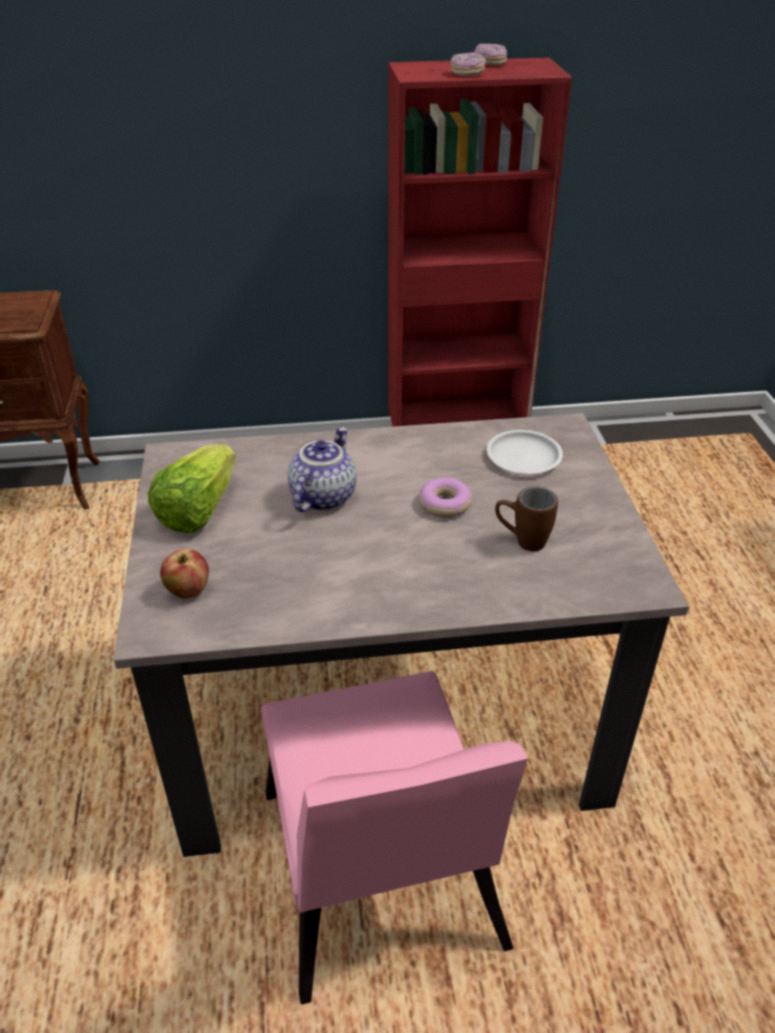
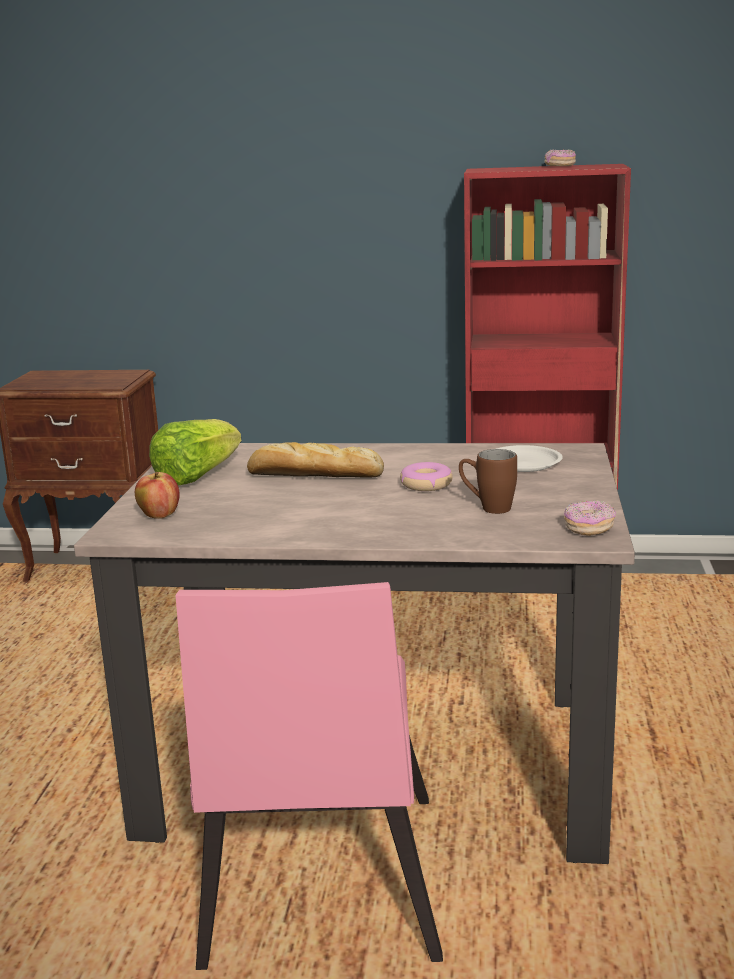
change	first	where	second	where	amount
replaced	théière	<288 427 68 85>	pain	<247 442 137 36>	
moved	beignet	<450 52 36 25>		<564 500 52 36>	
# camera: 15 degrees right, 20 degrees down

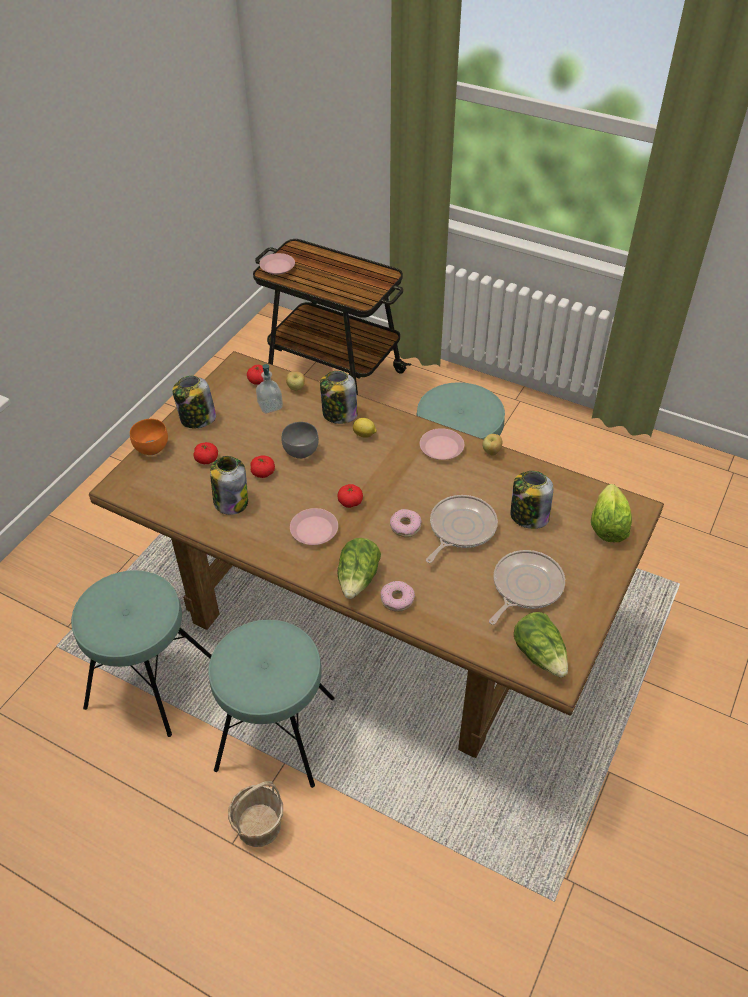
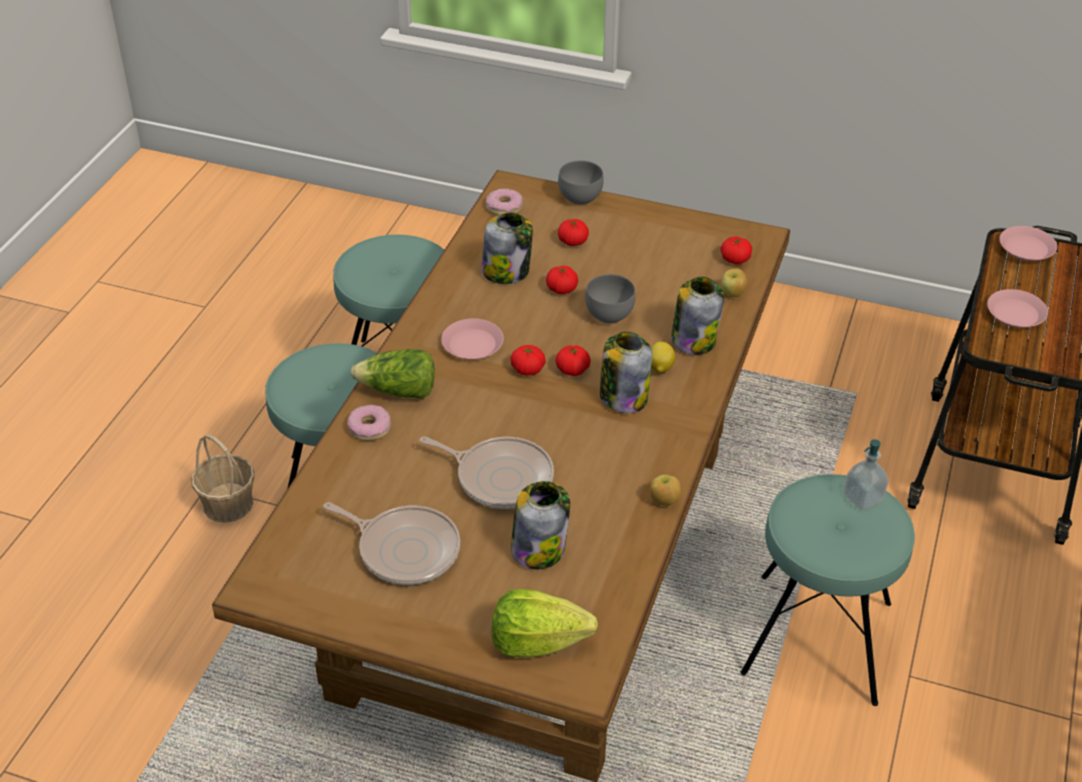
change	first	where	second	where	amount
recoloured	bol [orange]	<130 419 38 36>	bol [gris]	<558 160 46 45>	
moved	bocal	<172 376 44 52>		<600 332 52 81>	
moved	distributeur de savon	<256 364 27 49>		<844 439 45 71>	
moved	beignet	<390 509 32 28>		<486 189 37 26>	
moved	assiette [rose]	<420 428 44 32>		<987 289 61 39>	
removed	laitue	<514 612 54 65>			
added			tomate	<555 345 36 31>	
# camera: 80 degrees right, 5 degrees down

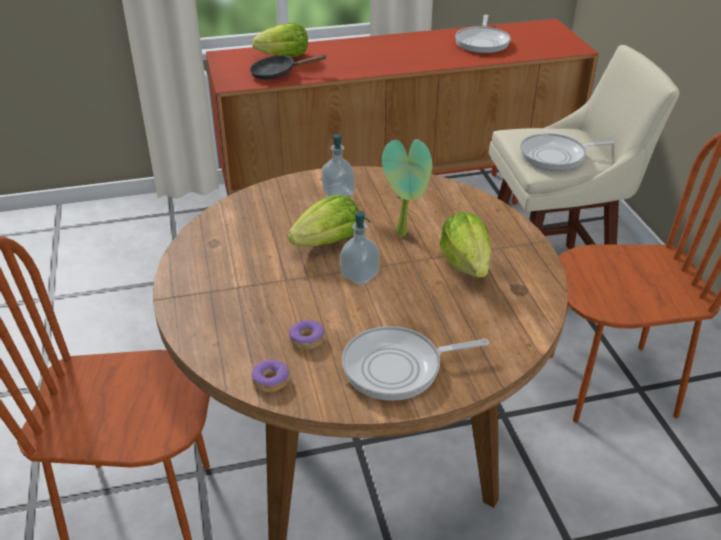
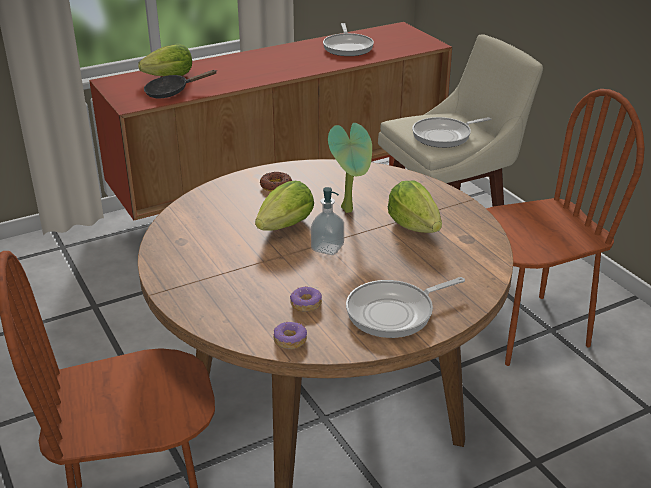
change	first	where	second	where	amount
replaced	distributeur de savon	<322 134 32 62>	beignet	<260 172 32 20>	
# camera: 15 degrees left, 5 degrees down

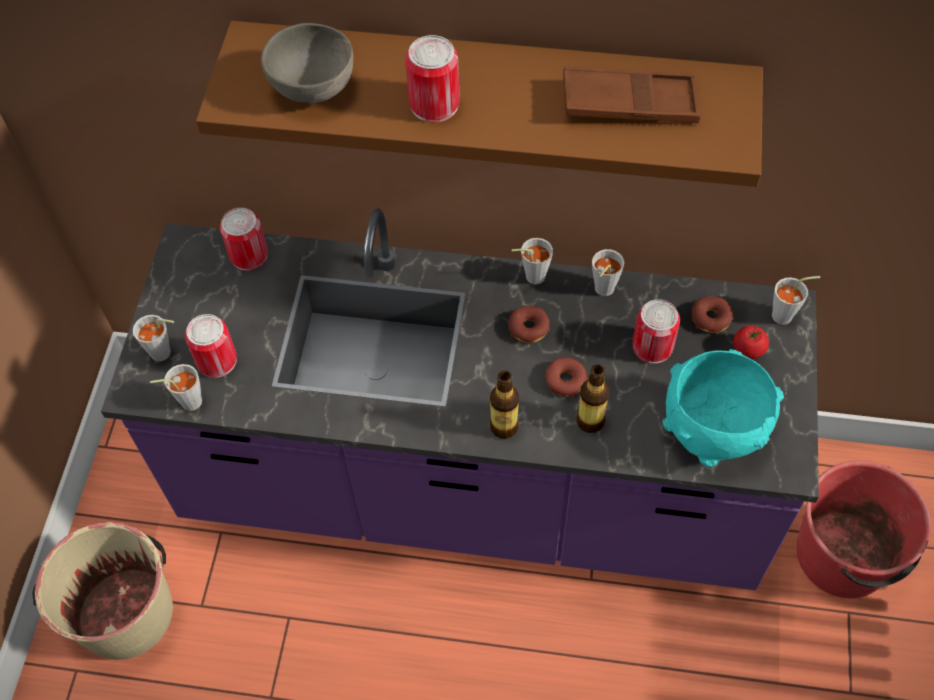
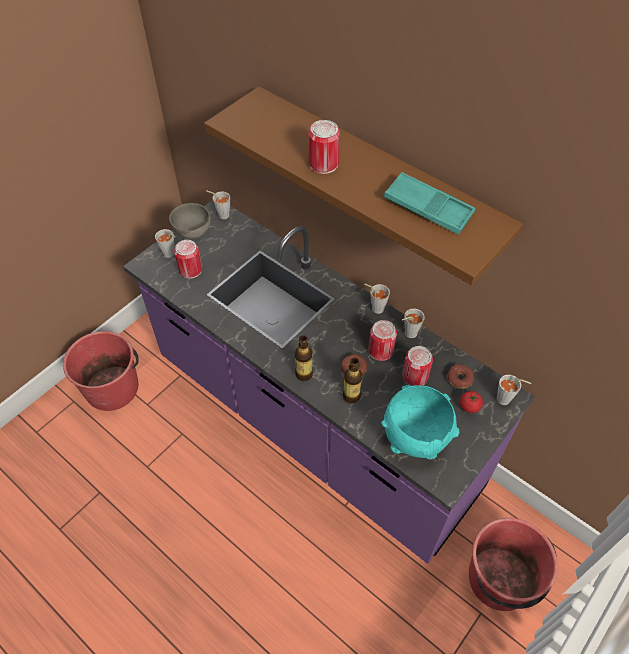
change	first	where	second	where	amount
recoloured	seau [beige]	<32 522 141 138>	seau [rouge]	<63 331 76 80>	
moved	tasse [gris]	<150 364 52 47>		<206 190 24 29>	
moved	boîte métallique	<220 208 48 62>		<369 320 28 41>	
moved	bol [gris]	<261 23 92 80>		<169 203 42 36>	
removed	beignet	<508 306 42 37>			
recoloured	plateau [marron]	<563 66 138 57>	plateau [turquoise]	<384 172 92 63>	
# camera: 30 degrees right, 5 degrees down

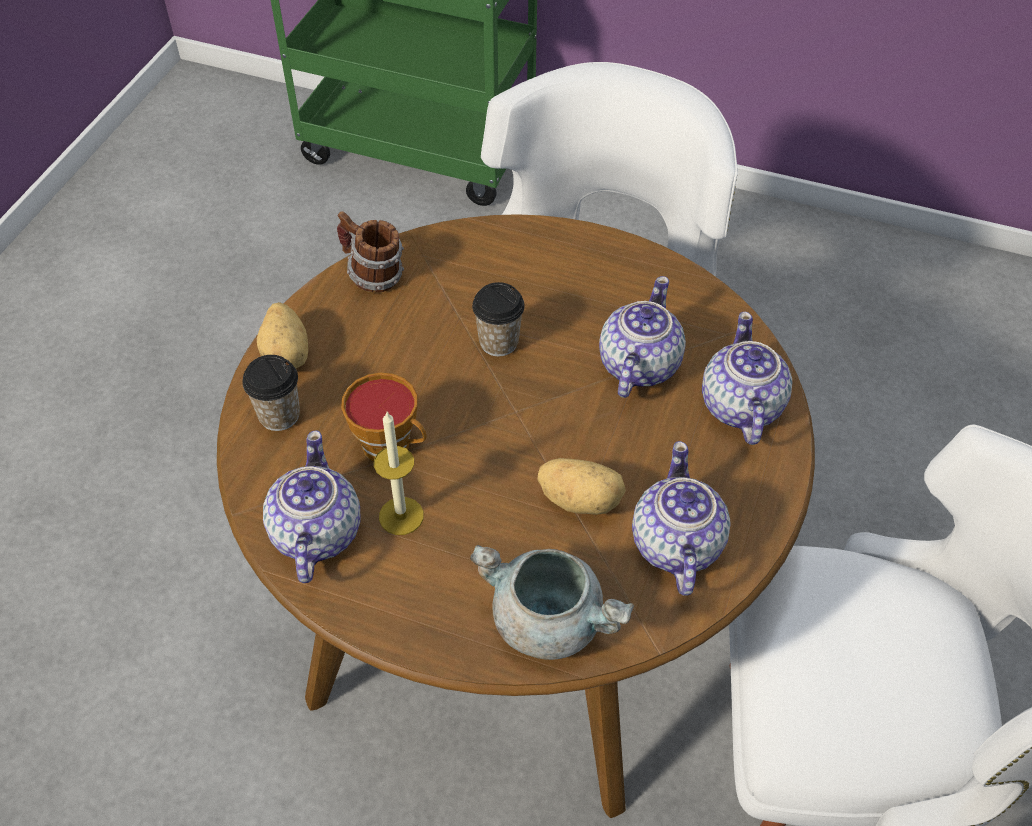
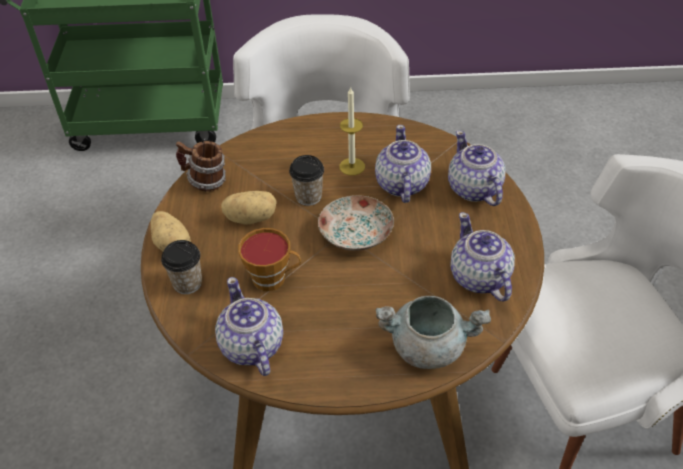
change	first	where	second	where	amount
moved	bougie	<374 412 50 123>		<339 87 26 89>	
moved	pomme de terre	<537 458 89 57>		<221 191 56 34>	
added			assiette	<318 195 76 56>	
# camera: 20 degrees left, 5 degrees down

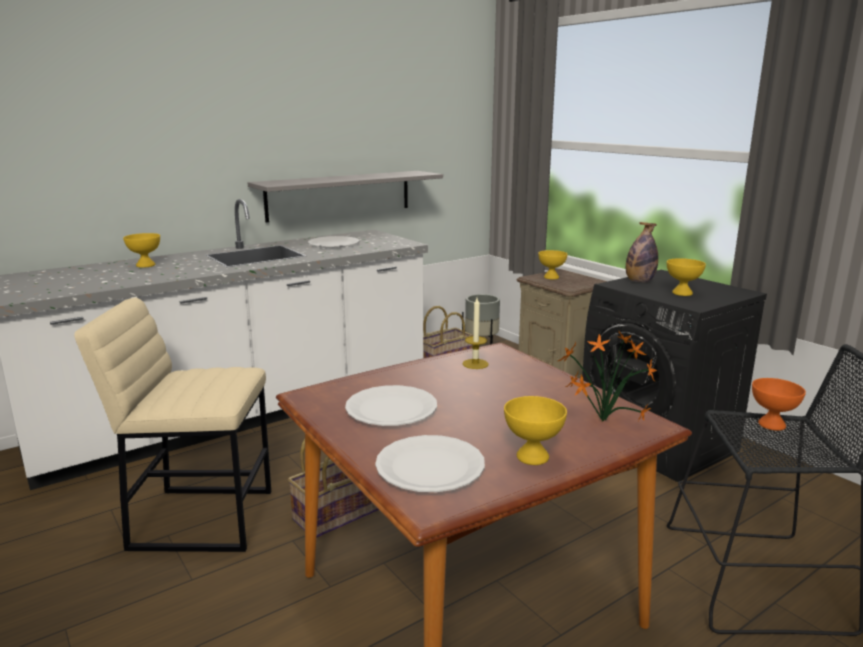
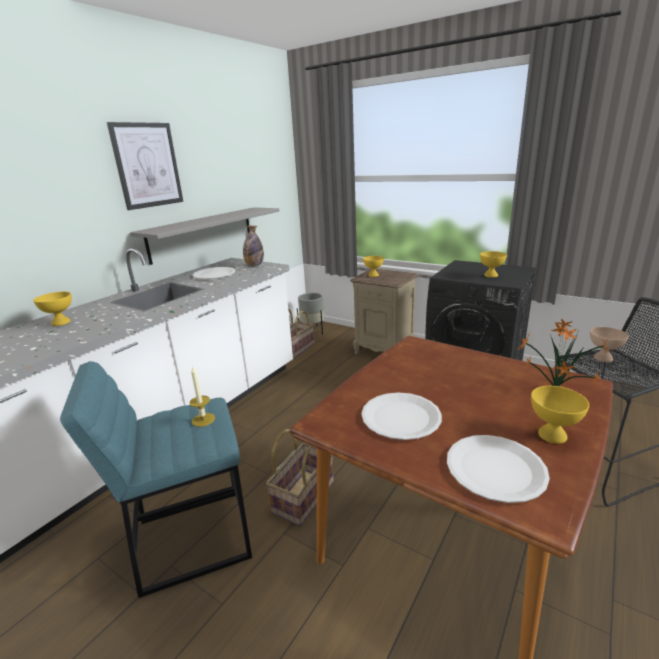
change	first	where	second	where	amount
recoloured	tabouret [beige]	<74 297 197 255>	tabouret [bleu]	<60 361 192 237>	
moved	bougie	<463 298 26 71>		<190 367 25 60>	
moved	bouteille	<626 222 32 60>		<243 226 21 40>	
recoloured	bol [orange]	<752 378 54 53>	bol [beige]	<590 327 39 35>	
added			tableau	<107 122 76 88>	
# camera: 20 degrees left, 5 degrees up

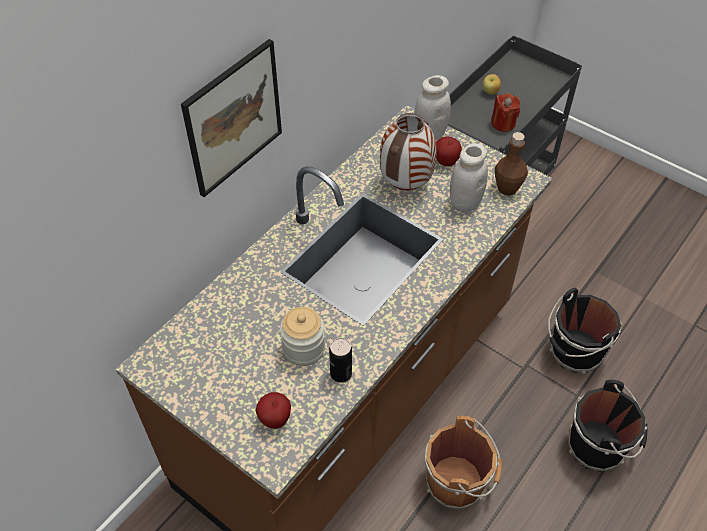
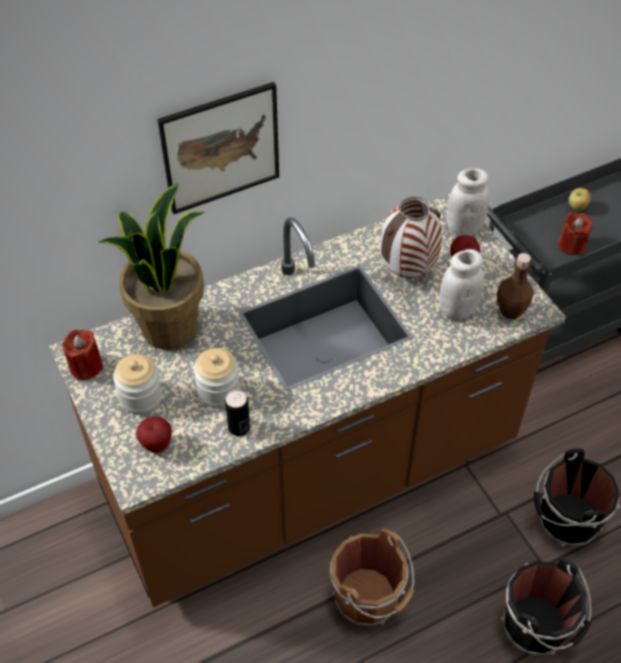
change	first	where	second	where	amount
added			bougie [rouge]	<62 330 41 51>	
added			plante en pot	<98 183 107 167>	
added			bocal	<113 354 49 60>	
# camera: 25 degrees right, 0 degrees up

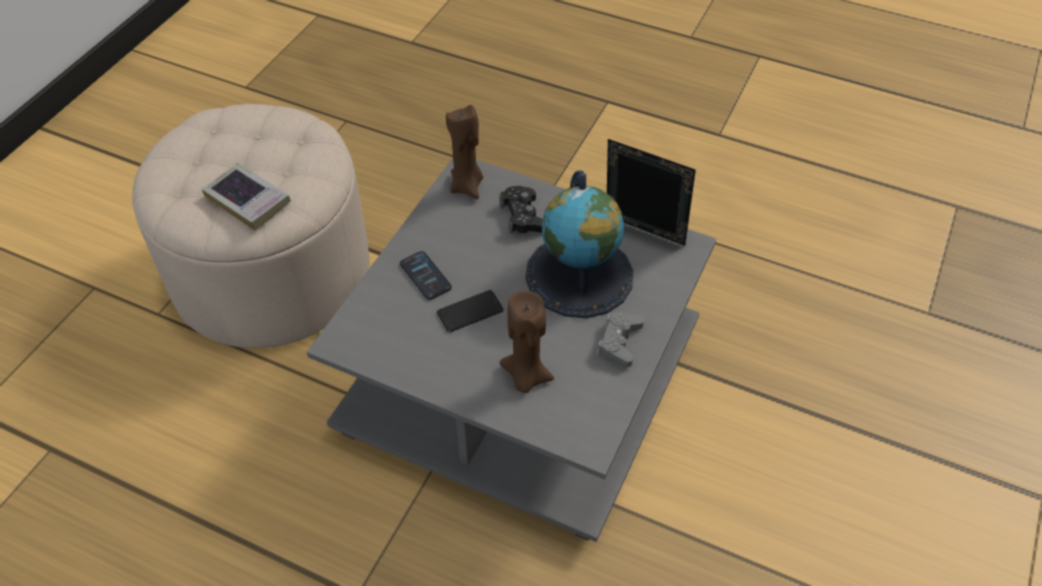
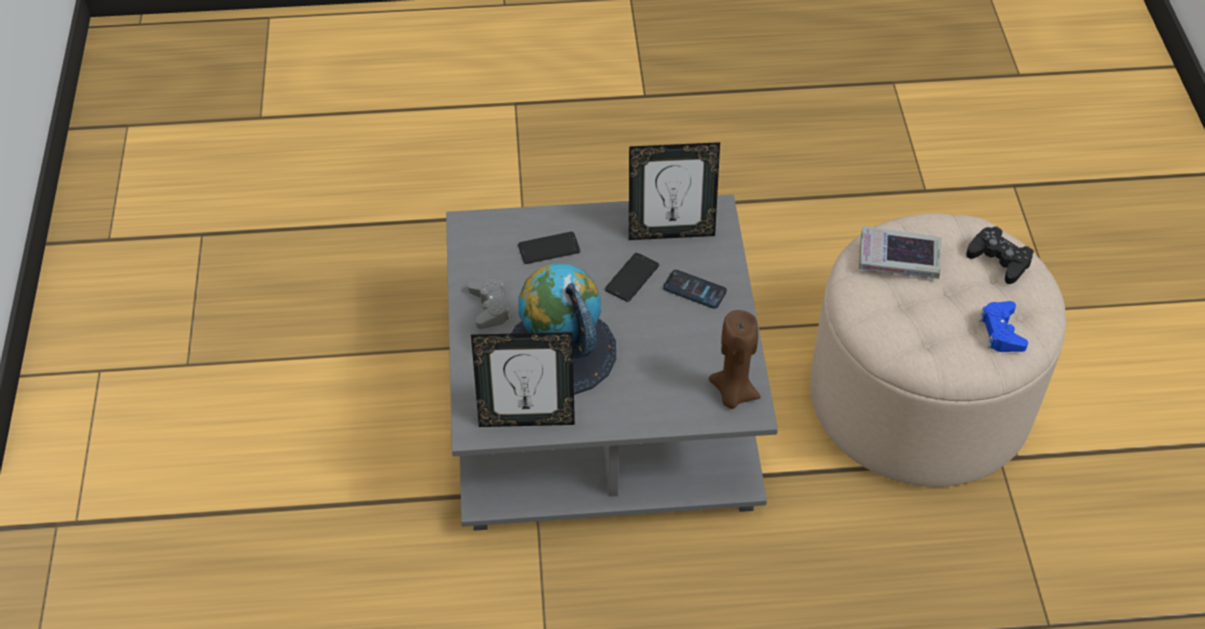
change	first	where	second	where	amount
moved	manette [noir]	<500 186 43 48>		<966 227 68 57>	
replaced	bougie [marron]	<500 291 54 102>	téléphone	<518 232 62 32>	
added			cadre photo	<629 142 91 98>	
added			manette [bleu]	<979 301 49 51>	
# camera: 150 degrees right, 0 degrees up

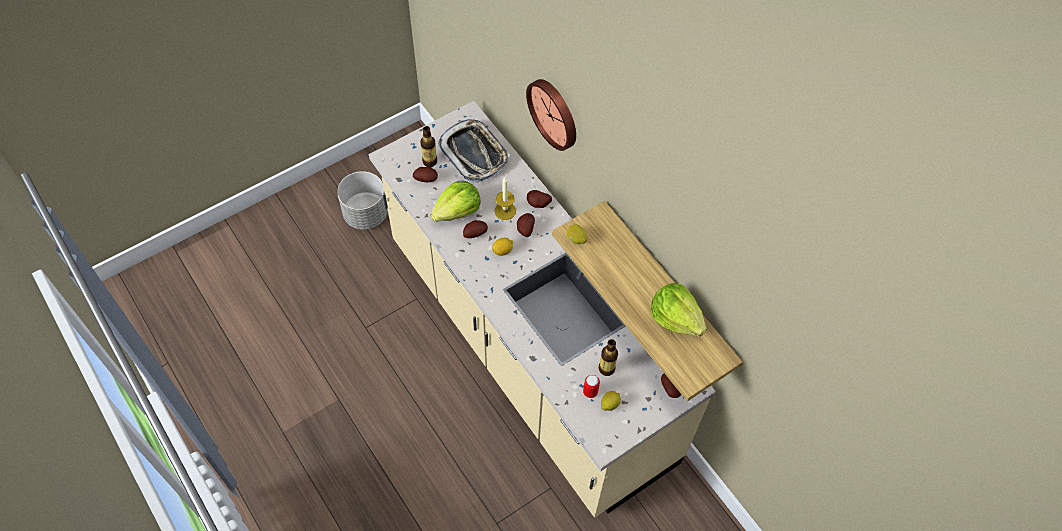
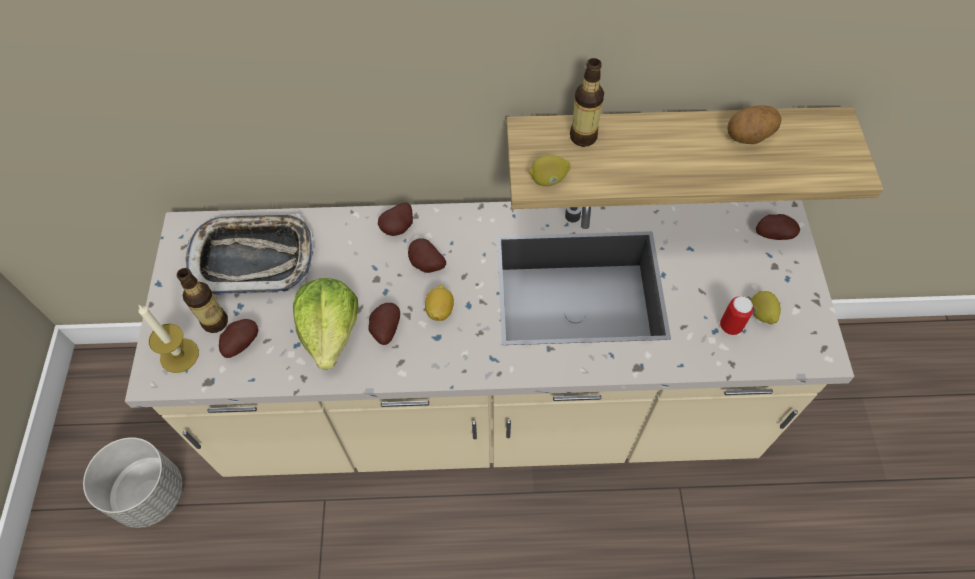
change	first	where	second	where	amount
moved	bougie	<494 177 22 43>		<138 305 61 68>	
removed	horloge murale	<526 79 50 72>			
moved	bouteille	<599 339 19 37>		<570 58 34 89>	
replaced	laitue	<651 283 56 54>	pomme de terre	<727 106 55 38>	
# camera: 55 degrees left, 0 degrees up

